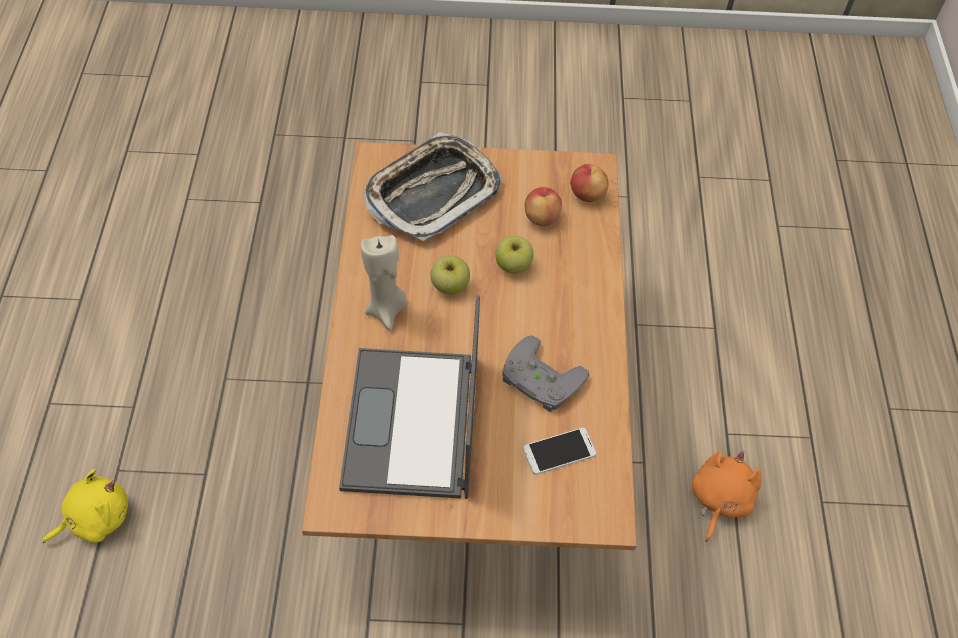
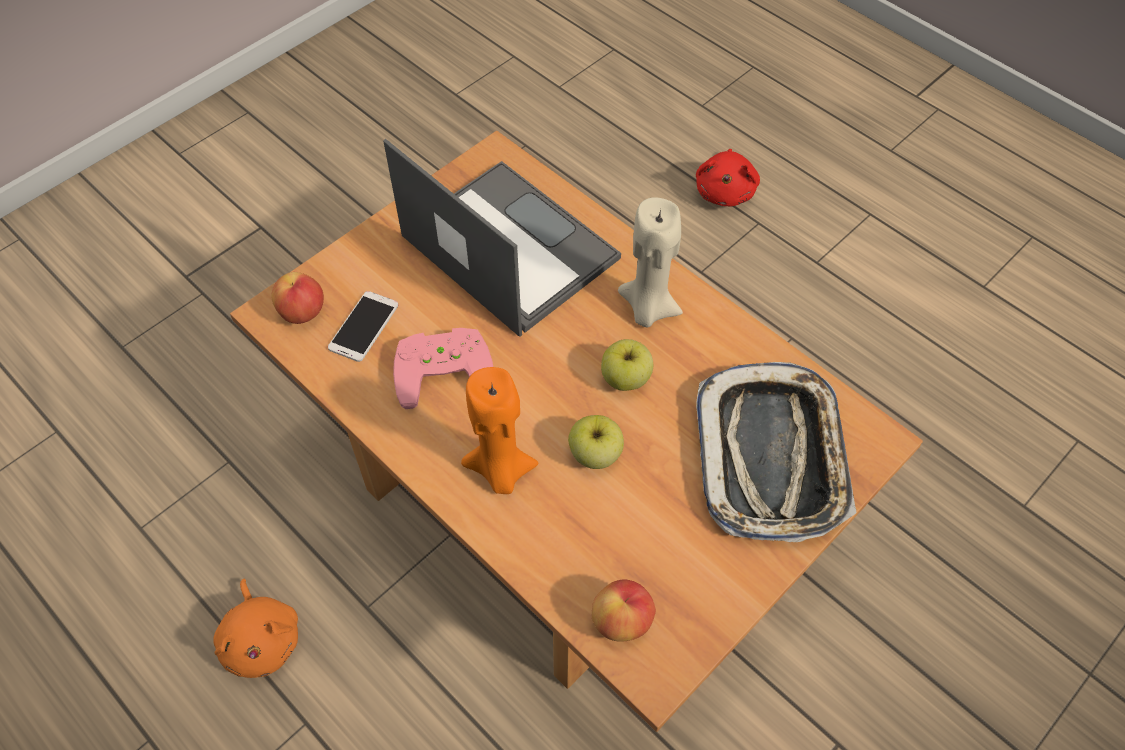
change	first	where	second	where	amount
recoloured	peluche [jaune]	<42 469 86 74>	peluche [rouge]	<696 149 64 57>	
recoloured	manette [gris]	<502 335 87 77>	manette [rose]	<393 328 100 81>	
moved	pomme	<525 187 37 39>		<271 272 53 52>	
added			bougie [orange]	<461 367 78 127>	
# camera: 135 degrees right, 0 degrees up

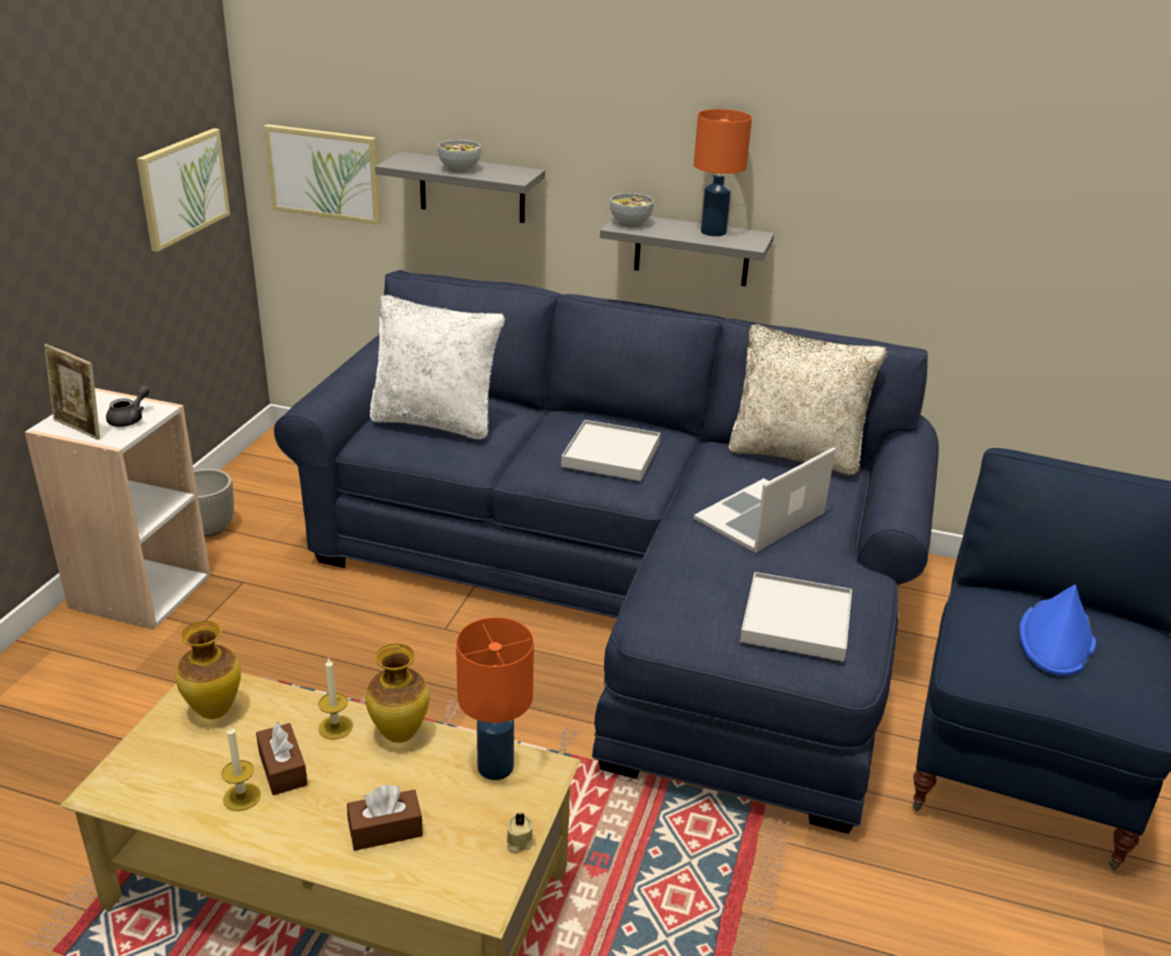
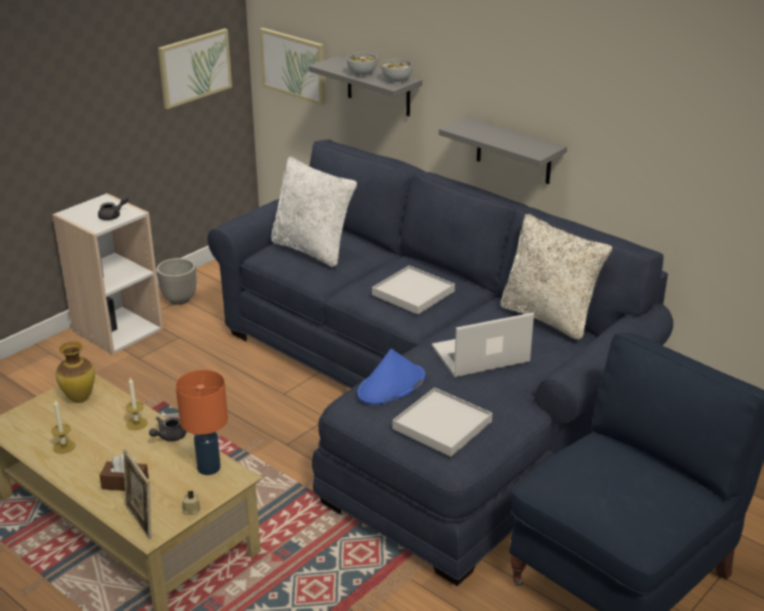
change	first	where	second	where	amount
moved	cadre photo	<44 344 56 96>		<123 449 29 91>	
removed	boîte à mouchoirs [marron]	<256 722 52 73>			
replaced	vase	<365 644 65 99>	théière [gris]	<149 416 38 26>	
moved	bol	<610 193 44 34>		<381 59 32 25>	
removed	lampe de table [orange]	<694 109 58 127>			
moved	chapeau [bleu]	<1019 585 77 91>		<357 349 68 56>	
# camera: 25 degrees right, 0 degrees up

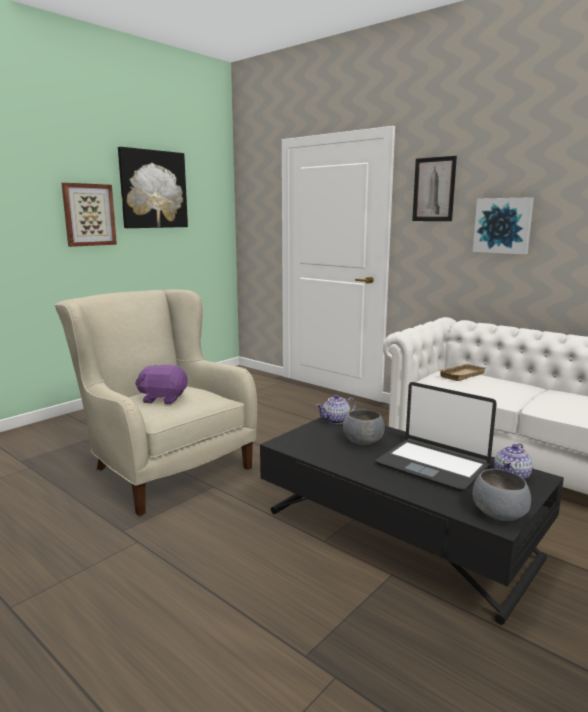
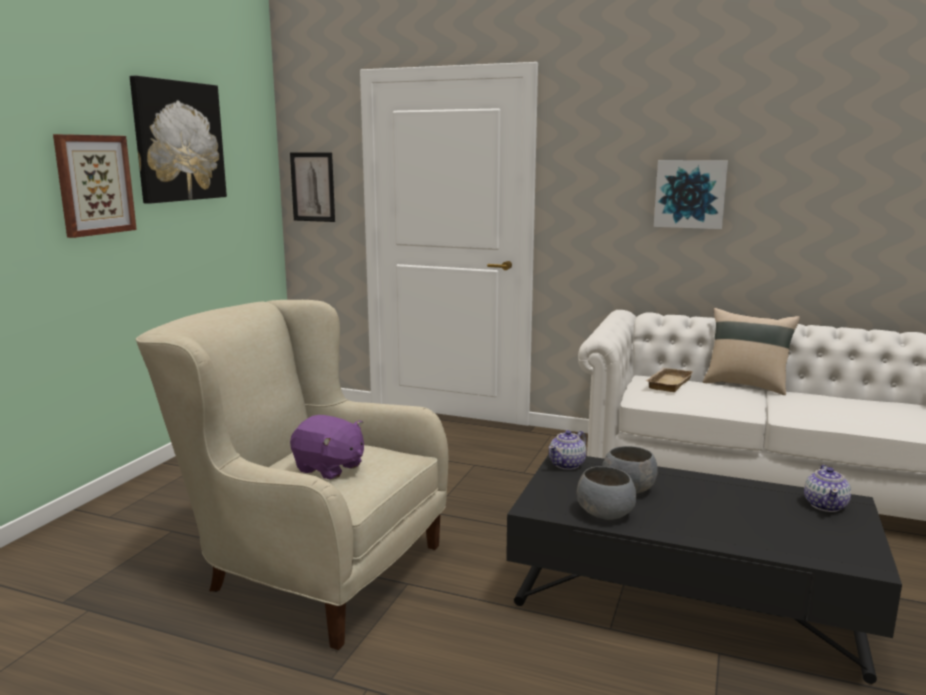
change	first	where	second	where	amount
turned	peluche [violet]	<135 365 53 39>		<290 415 74 65>	135 degrees counterclockwise
removed	ordinateur portable	<376 382 121 109>			
moved	tableau	<412 156 45 65>		<290 152 45 70>	
moved	bol [gris]	<472 469 59 52>		<577 466 59 54>	
added			coussin [beige]	<703 308 97 87>	
# camera: 20 degrees left, 0 degrees up

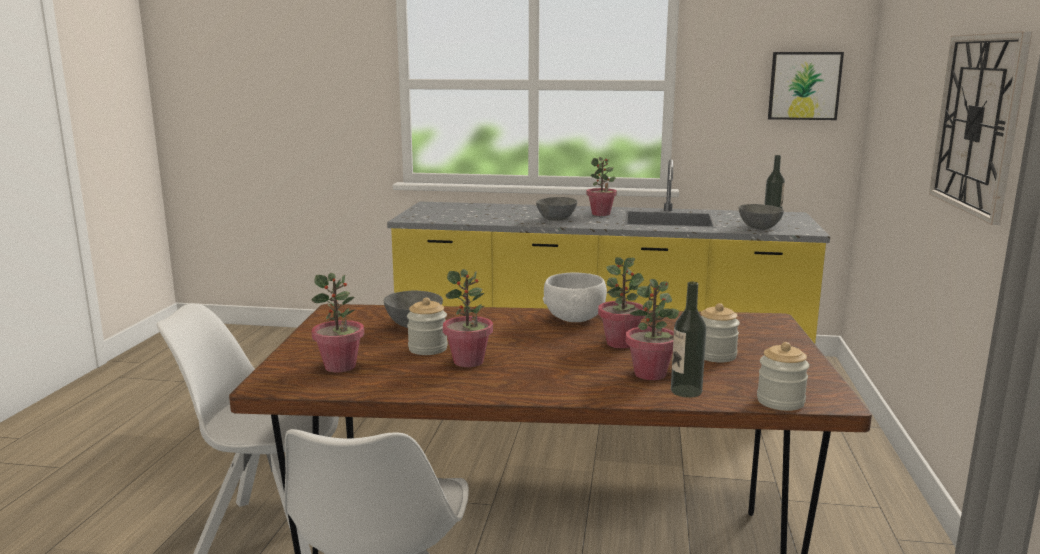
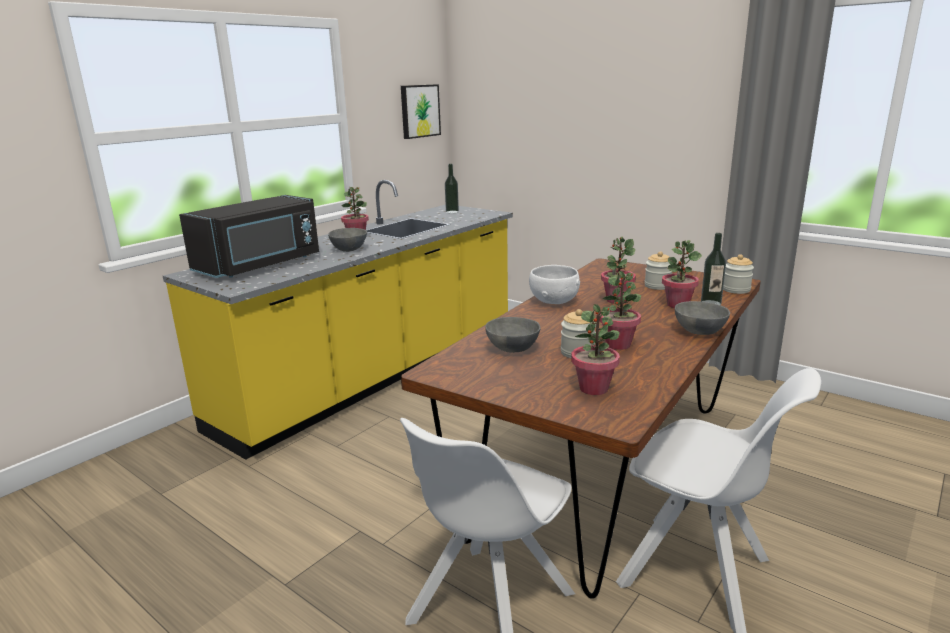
change	first	where	second	where	amount
moved	bol [gris]	<738 204 46 26>		<675 301 55 34>	
removed	horloge murale	<929 31 103 194>			
added			micro-ondes [noir]	<179 195 140 83>	
# camera: 60 degrees left, 5 degrees up

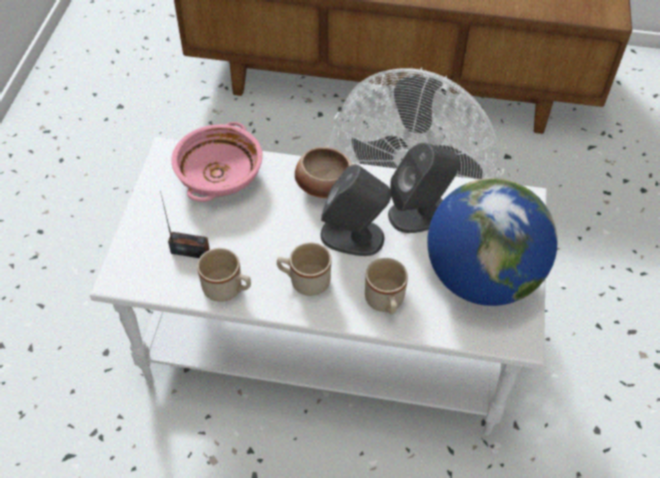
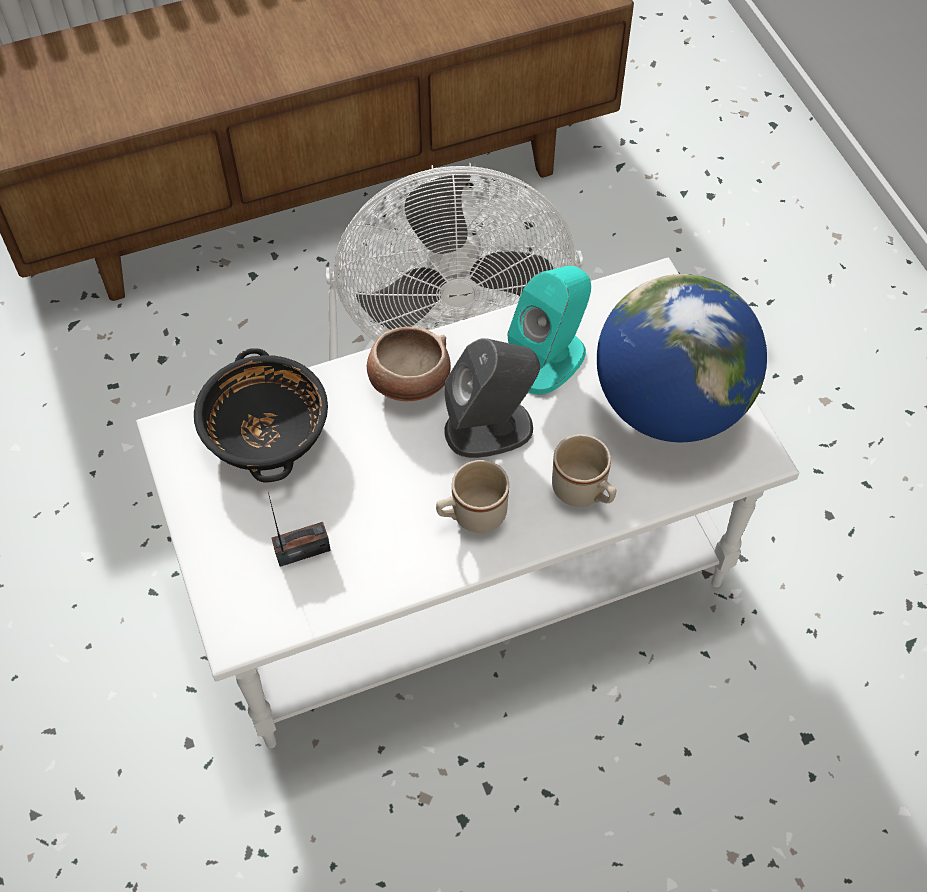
change	first	where	second	where	amount
recoloured	bol [rose]	<171 122 92 80>	bol [noir]	<194 348 134 134>	
removed	mug [beige]	<197 248 54 54>			
recoloured	enceinte [gris]	<388 142 72 91>	enceinte [turquoise]	<507 266 84 129>	
# camera: 30 degrees left, 5 degrees up

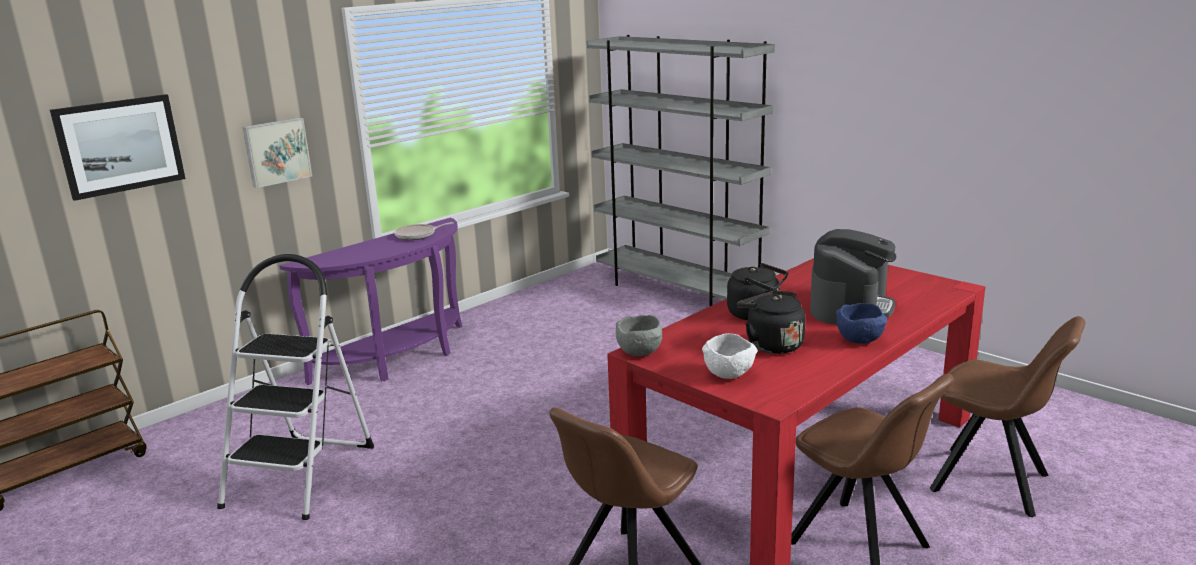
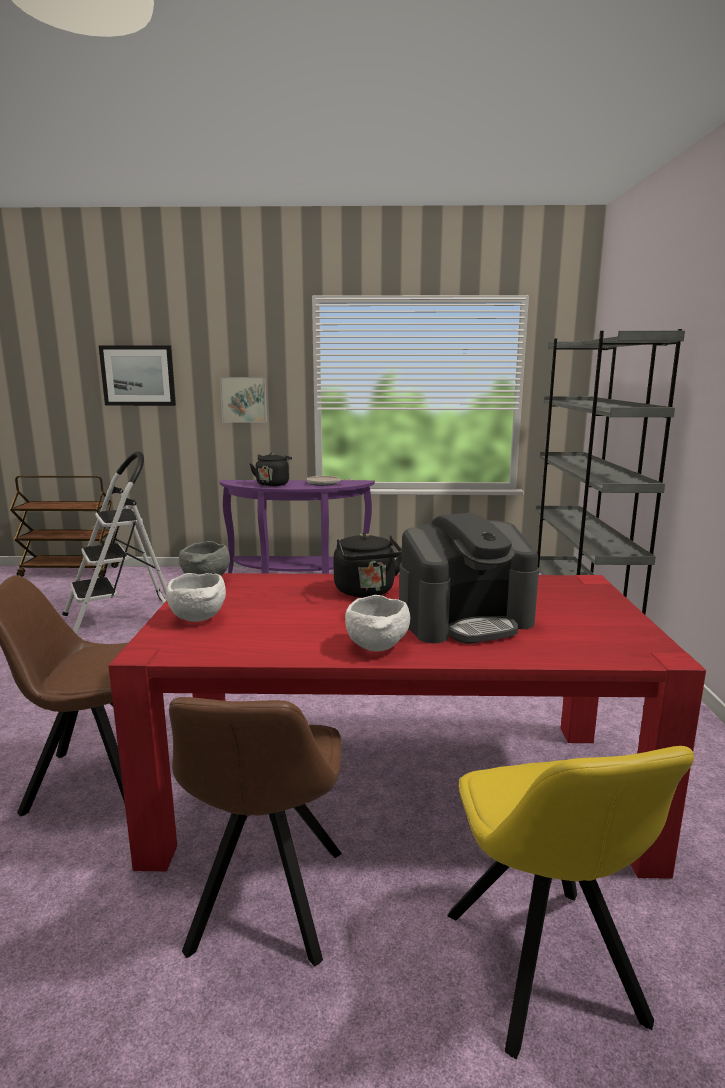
change	first	where	second	where	amount
moved	bouilloire [noir]	<737 290 68 64>		<250 453 42 33>	
recoloured	bol [bleu]	<836 303 51 41>	bol [blanc]	<345 595 65 56>	
recoloured	chaise [marron]	<929 316 156 201>	chaise [jaune]	<447 746 247 313>	
# camera: 45 degrees right, 5 degrees down

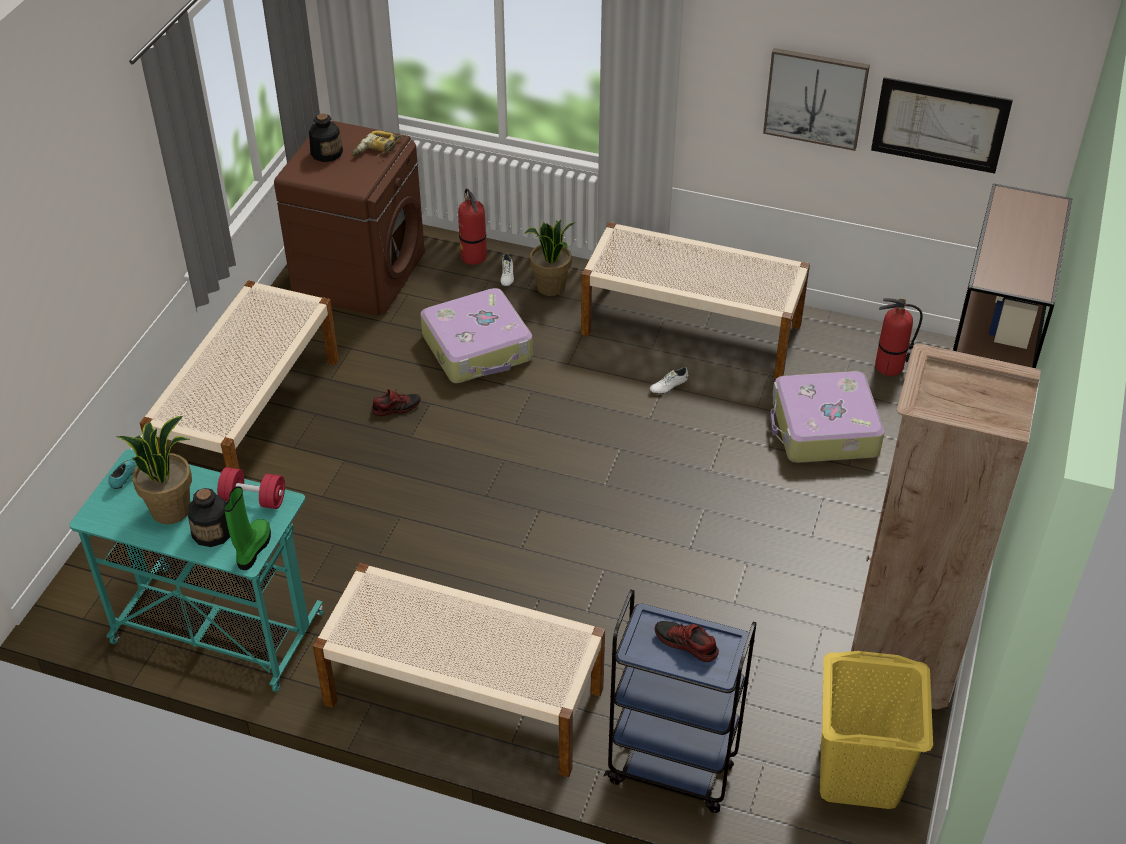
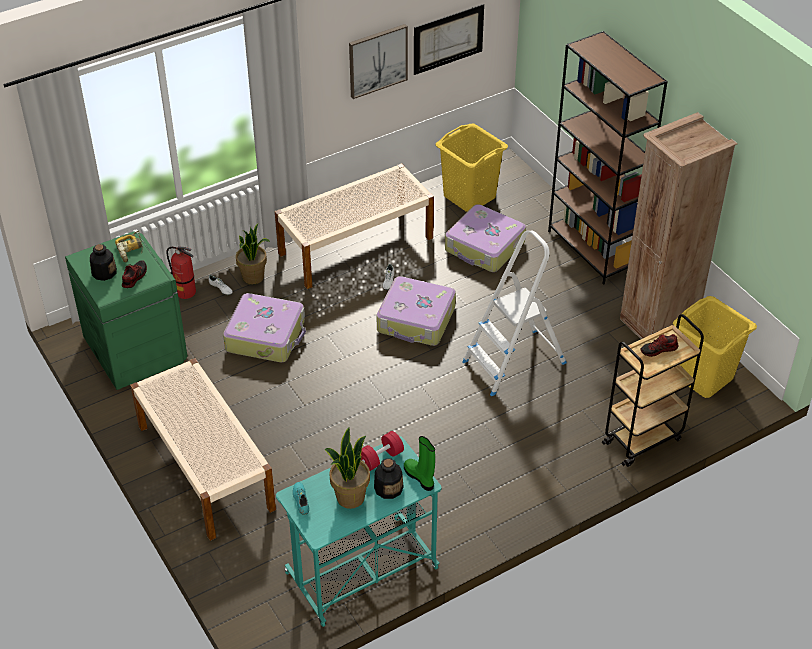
change	first	where	second	where	amount
recoloured	lave-linge [marron]	<274 121 151 195>	lave-linge [vert]	<65 231 123 159>	
removed	banc [beige]	<313 563 292 214>			
moved	chaussure	<372 389 49 27>		<122 260 25 28>	
recoloured	chariot [bleu]	<603 590 153 223>	chariot [marron]	<602 314 102 153>	
replaced	extincteur	<875 298 48 78>	panier à linge [jaune]	<435 124 73 88>	
added			valise	<376 276 80 70>	
added			escabeau [blanc]	<462 231 105 165>	
# camera: 50 degrees left, 0 degrees up

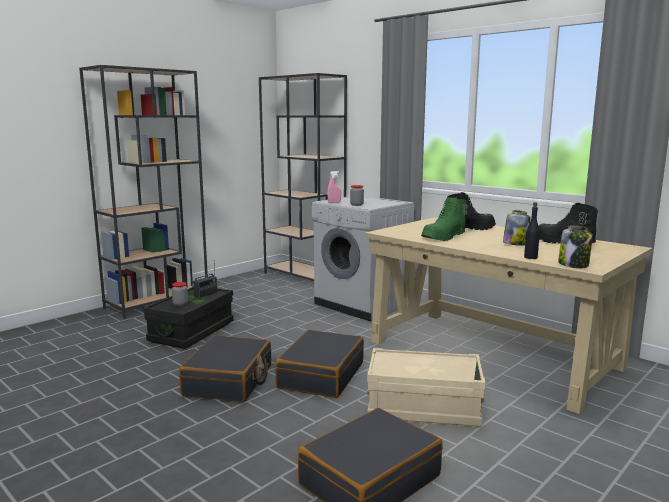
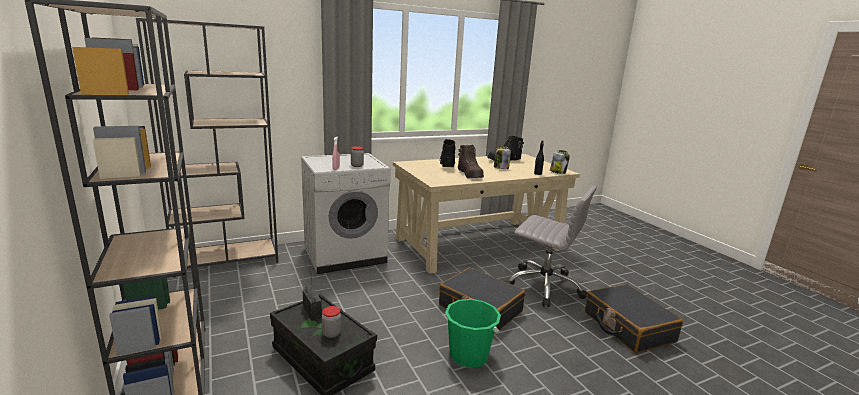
change	first	where	second	where	amount
replaced	valise [noir]	<179 335 92 67>	seau [vert]	<445 299 56 69>	
replaced	boîte de rangement [beige]	<366 348 120 79>	chaise de bureau [gris]	<504 186 93 121>	
recoloured	botte [vert]	<421 197 48 44>	botte [marron]	<458 145 26 33>	
# camera: 70 degrees left, 5 degrees up

